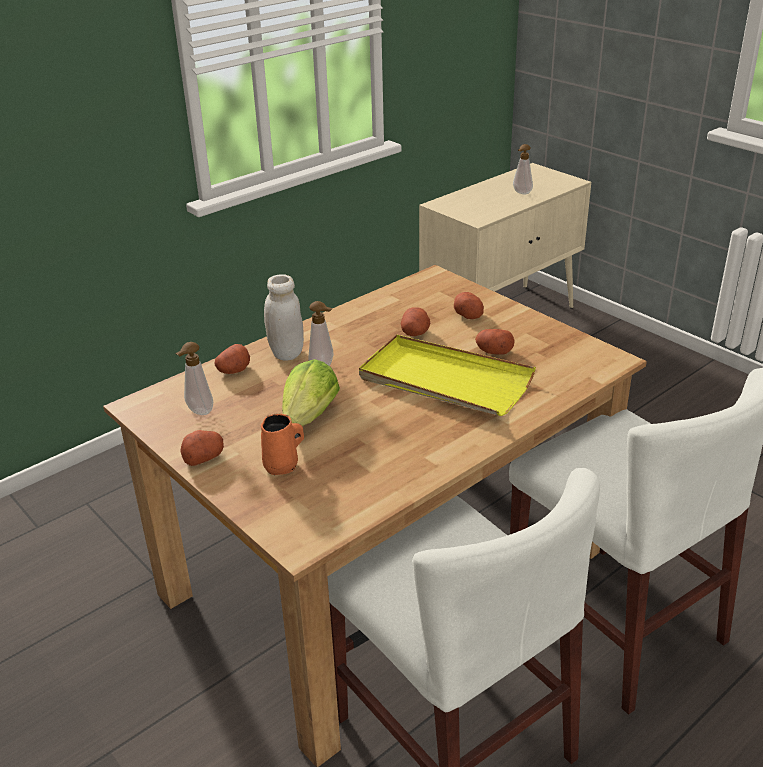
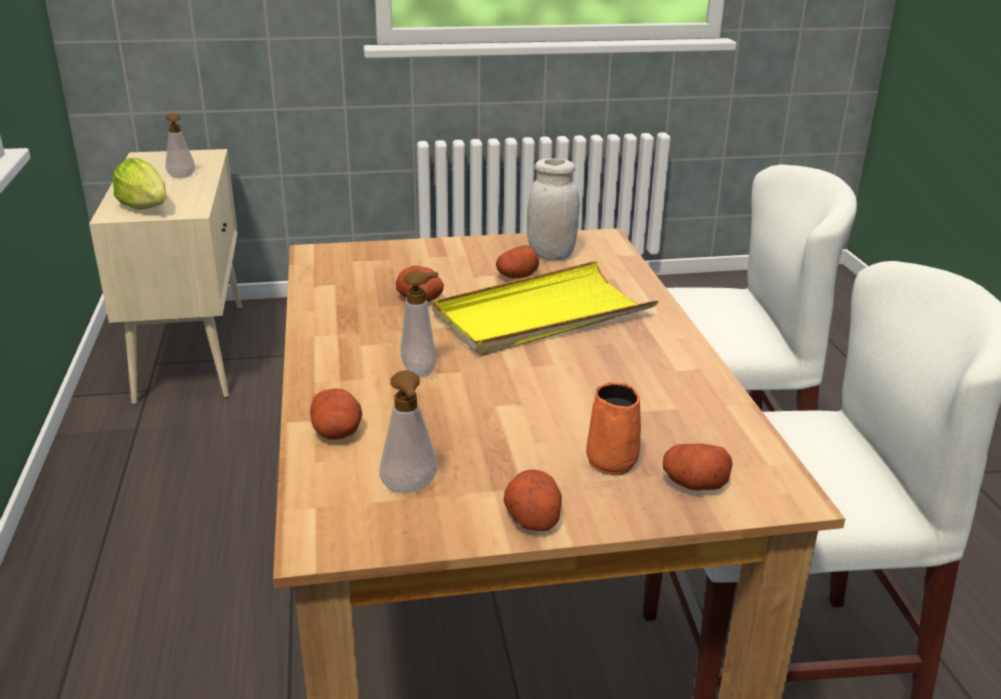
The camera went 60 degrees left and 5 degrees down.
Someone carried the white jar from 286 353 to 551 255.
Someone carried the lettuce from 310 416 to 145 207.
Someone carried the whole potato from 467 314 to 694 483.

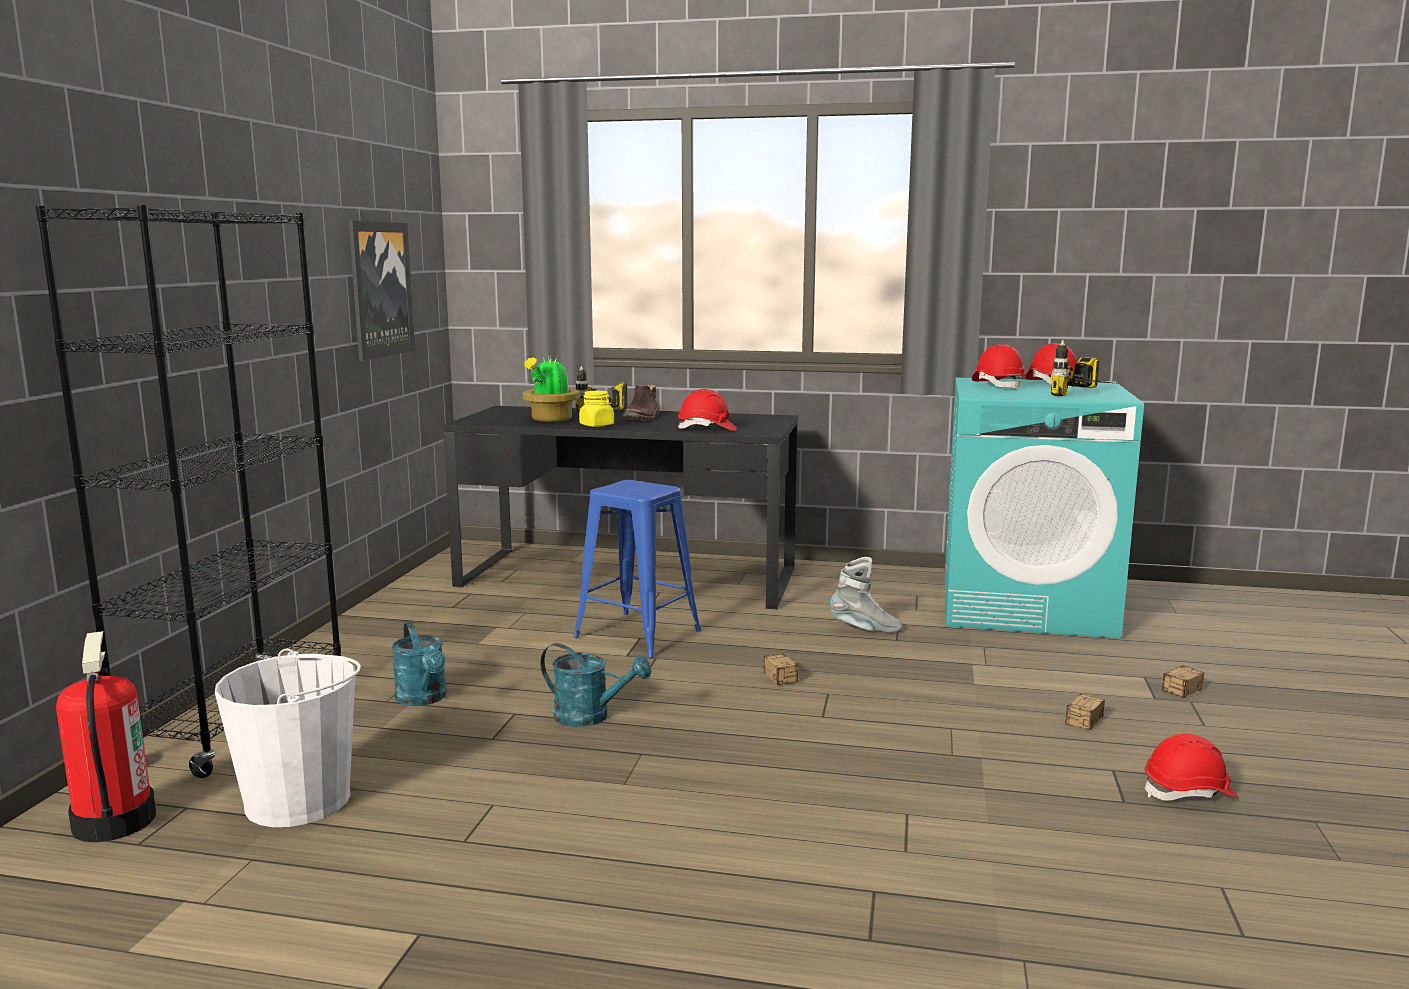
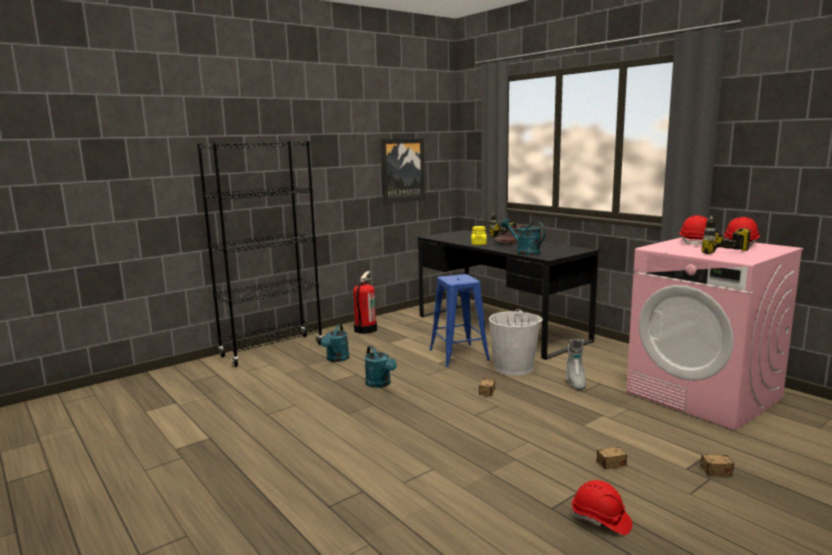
The camera went 40 degrees right and 0 degrees up.
Someone took away the plant in a pot at 550 420.
Someone carried the extinguisher from 113 821 to 365 329.
Someone carried the white water bucket from 299 800 to 514 368.
Someone swapped the reddish hard hat at 707 429 for the turquoise sprinkling can at 524 252.
Someone repainted the turquoise laundry appliance at 1027 607, which became the pink-coloured laundry appliance at 704 395.
Someone rotated the gray high-top boot at 865 629 by 45 degrees clockwise.

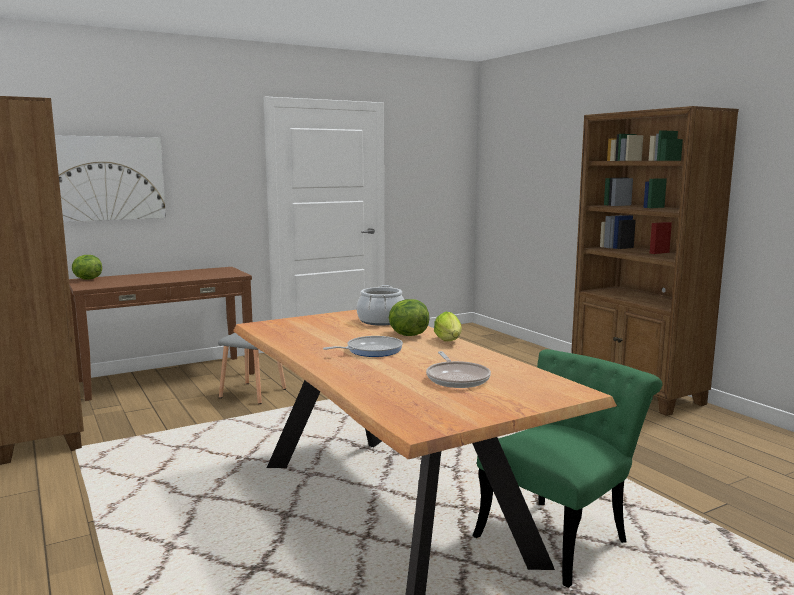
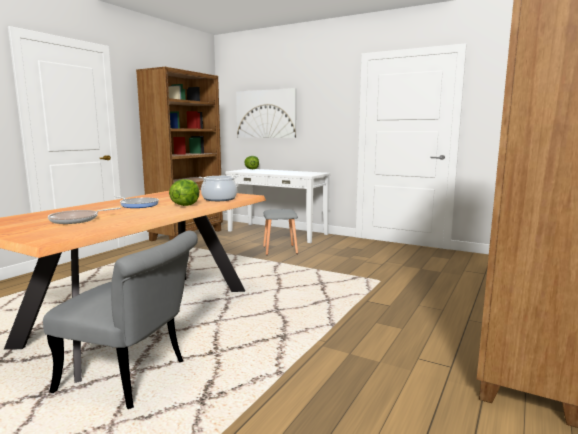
The camera went 60 degrees right and 0 degrees up.
Someone took away the lettuce at 449 342.
Someone repainted the brownish console table at 167 377, which became the white console table at 277 232.
Someone repainted the greenish plain chair at 560 534, which became the gray plain chair at 133 377.

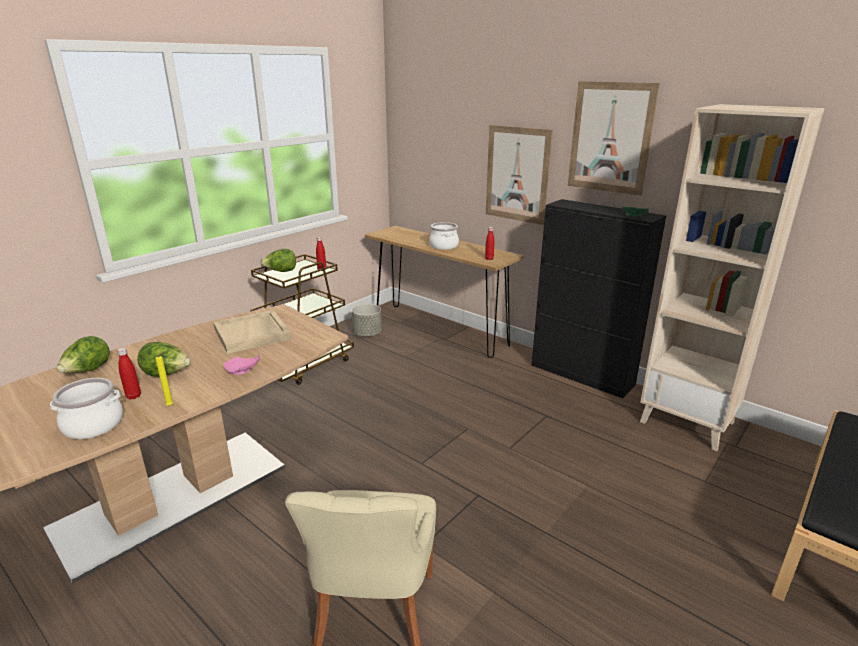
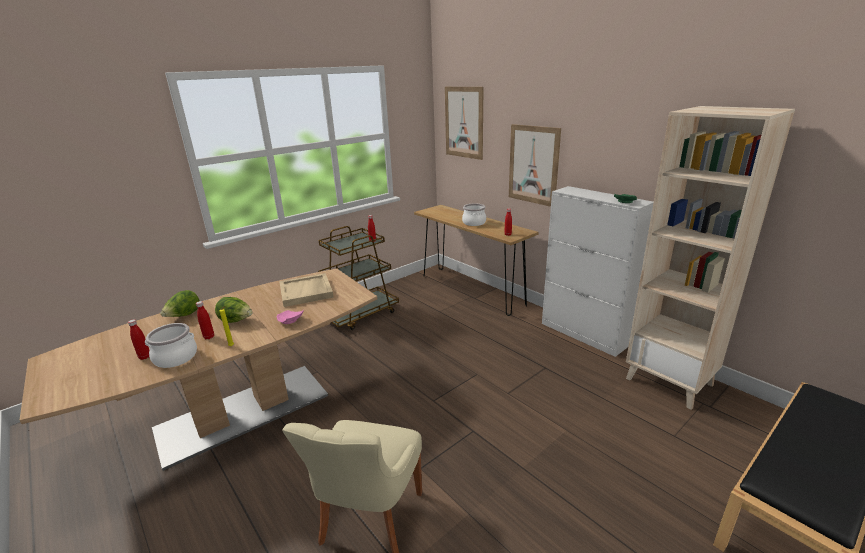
The camera went 10 degrees right and 0 degrees up.
Someone took away the lettuce at 281 272.
Someone took away the gray plant pot at 367 334.
Someone put down the reddish bottle at 145 357.
Someone carried the wall art from 610 138 to 464 122.
Someone repainted the blackish cupboard at 582 375, which became the white cupboard at 583 334.

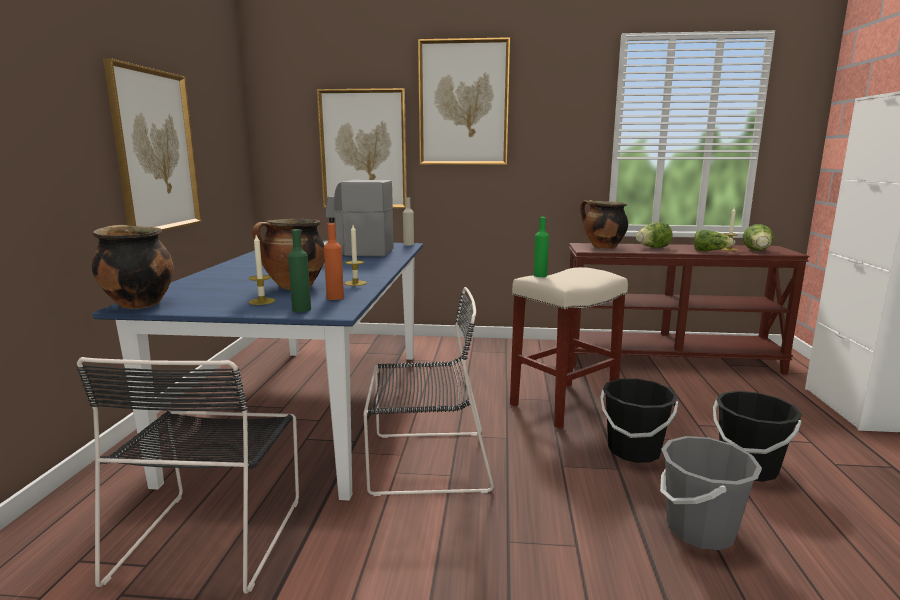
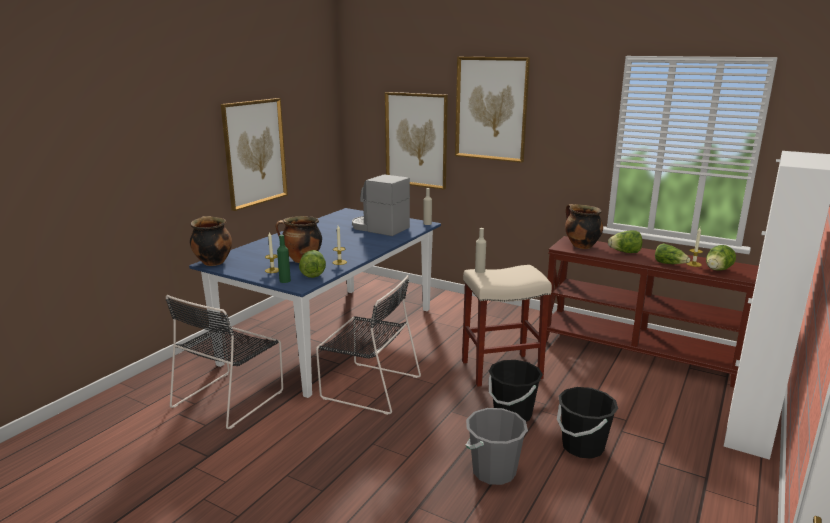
The camera went 25 degrees right and 5 degrees up.
Someone swapped the orange bottle at 335 297 for the lettuce at 313 273.
Someone repainted the greenish bottle at 540 275, which became the beige-coloured bottle at 480 271.

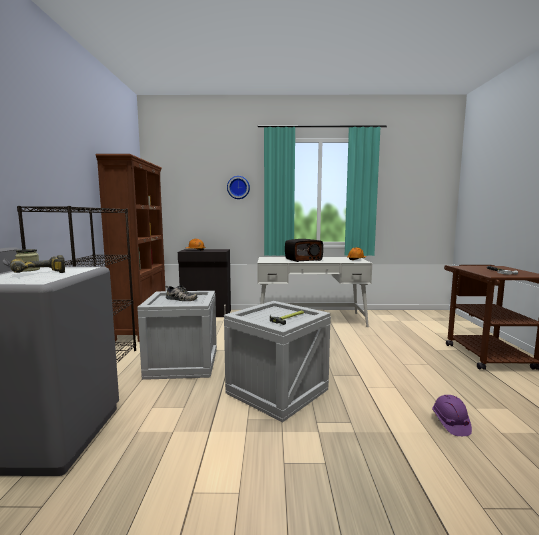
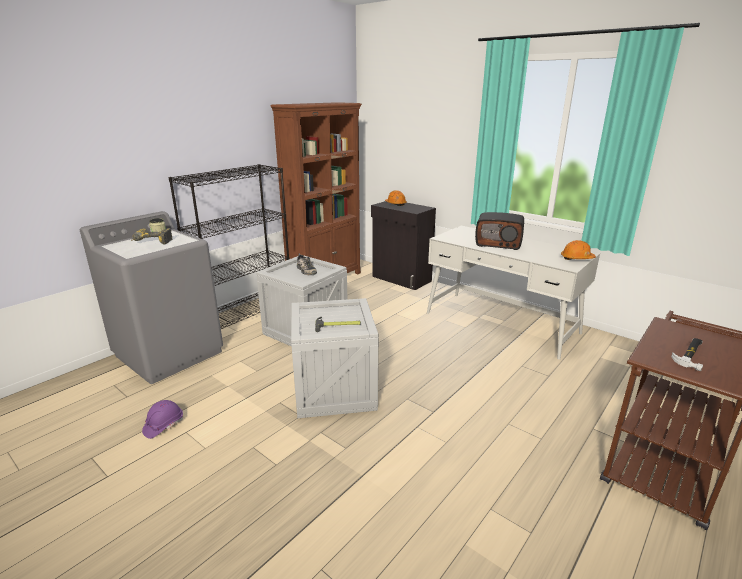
The camera went 40 degrees right and 15 degrees up.
Someone took away the hanging clock at 238 187.
Someone carried the purple hard hat from 450 423 to 163 425.

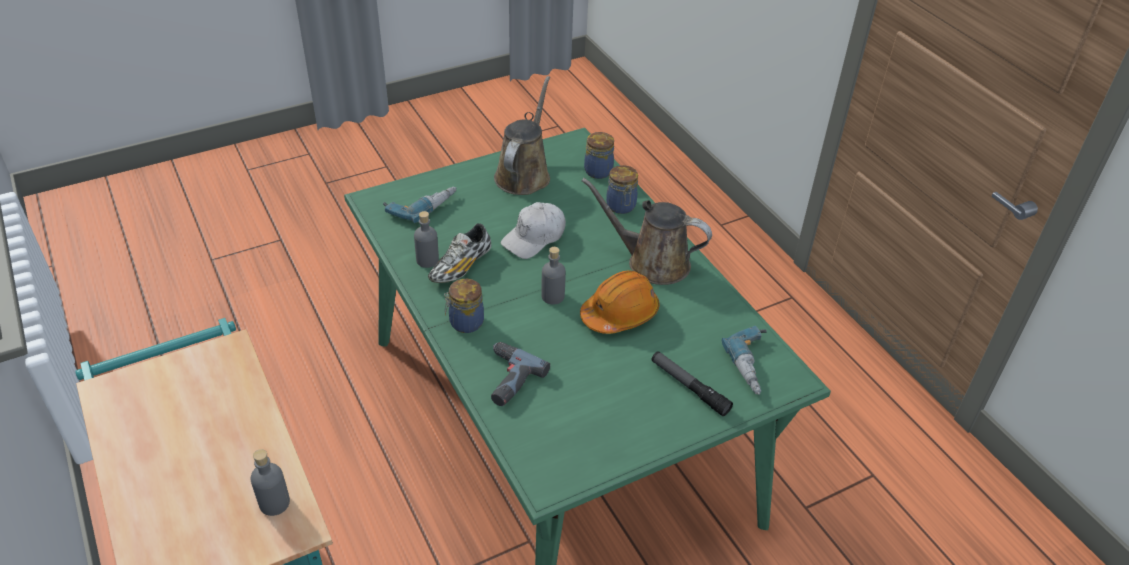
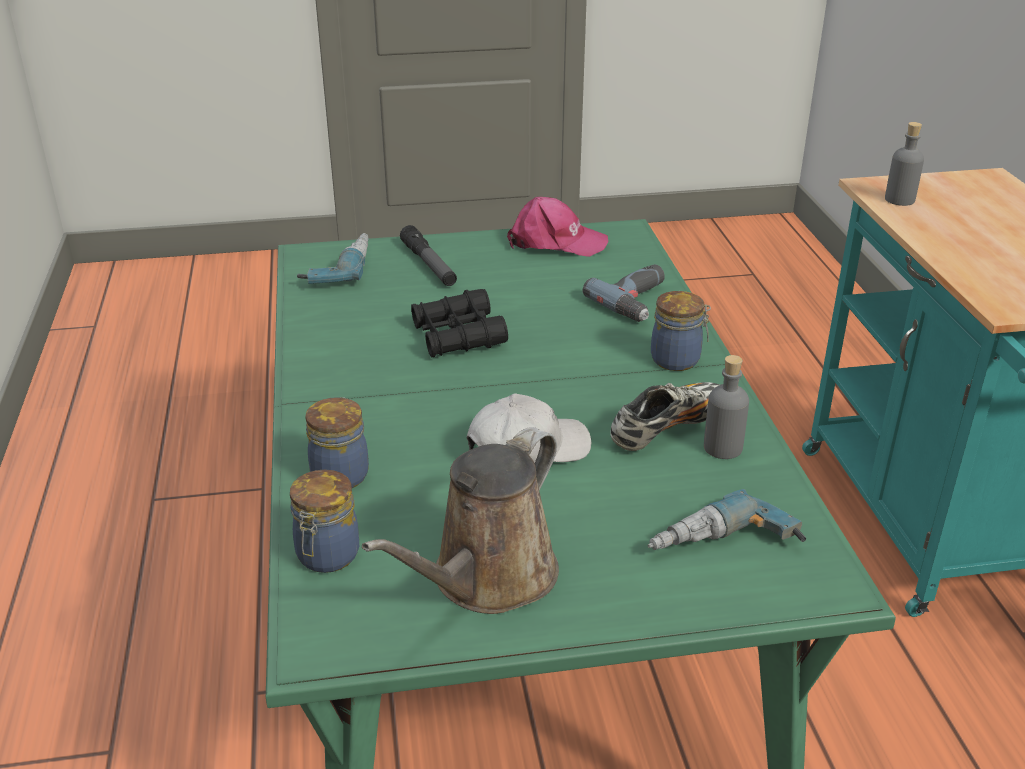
The camera went 160 degrees left and 10 degrees down.
Someone took away the gray bottle at 553 296.
Someone took away the brownish sprinkling can at 652 262.
Someone put down the pink-coloured baseball cap at 555 242.
Someone swapped the orange hard hat at 620 313 for the blackish pair of binoculars at 458 335.

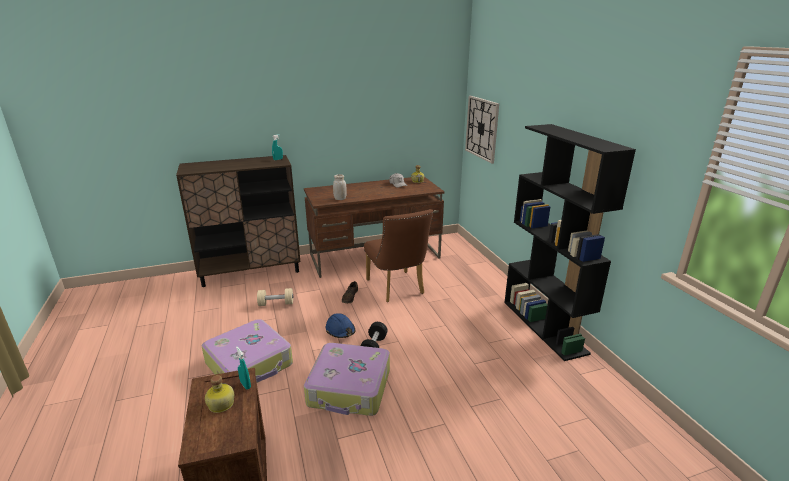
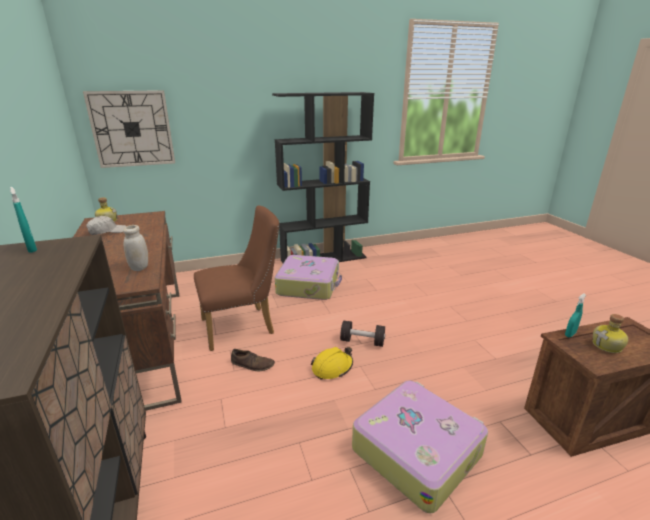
The camera went 90 degrees left and 0 degrees up.
Someone took away the beige-coloured free weight at 276 304.
Someone carried the travel case from 350 388 to 309 285.
Someone repainted the blue hard hat at 340 330, which became the yellow hard hat at 332 368.

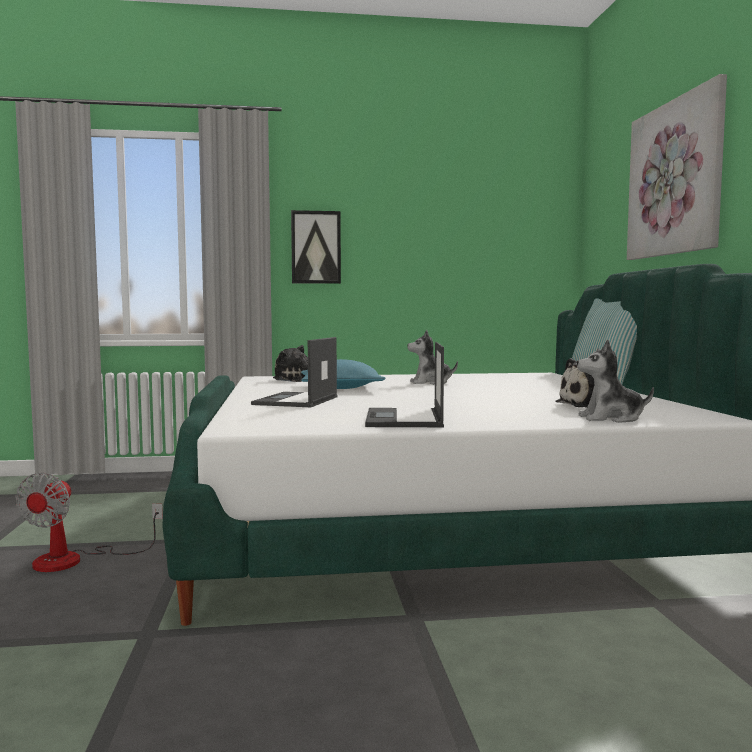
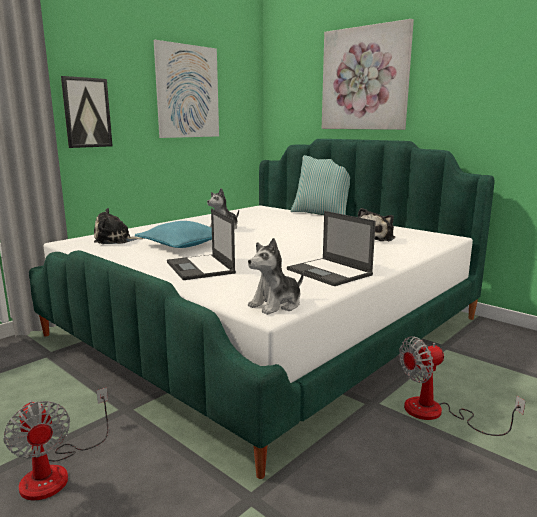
The camera went 40 degrees left and 10 degrees up.
Someone put up the wall art at 188 92.
Someone put down the cooling fan at 437 413.
Someone carried the cuddly toy from 611 418 to 276 305.

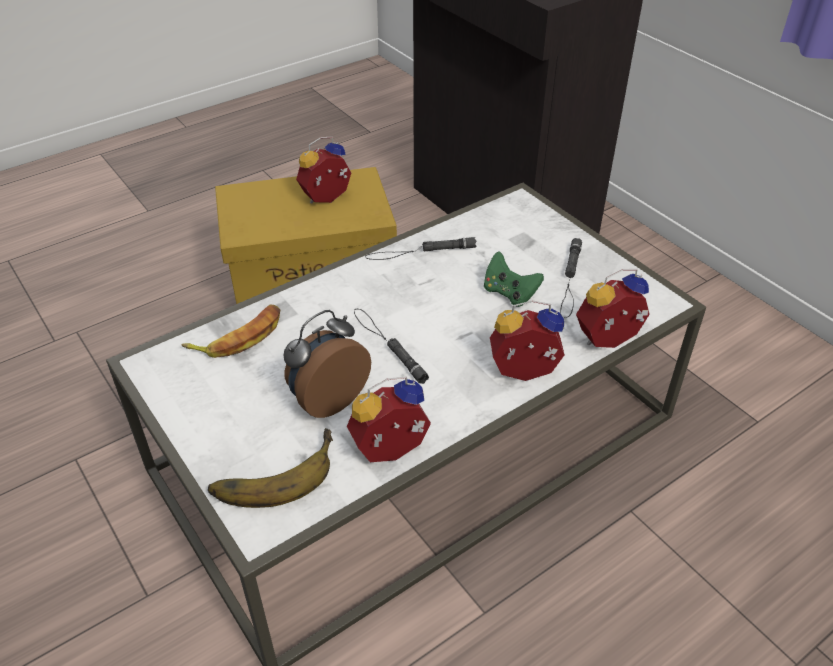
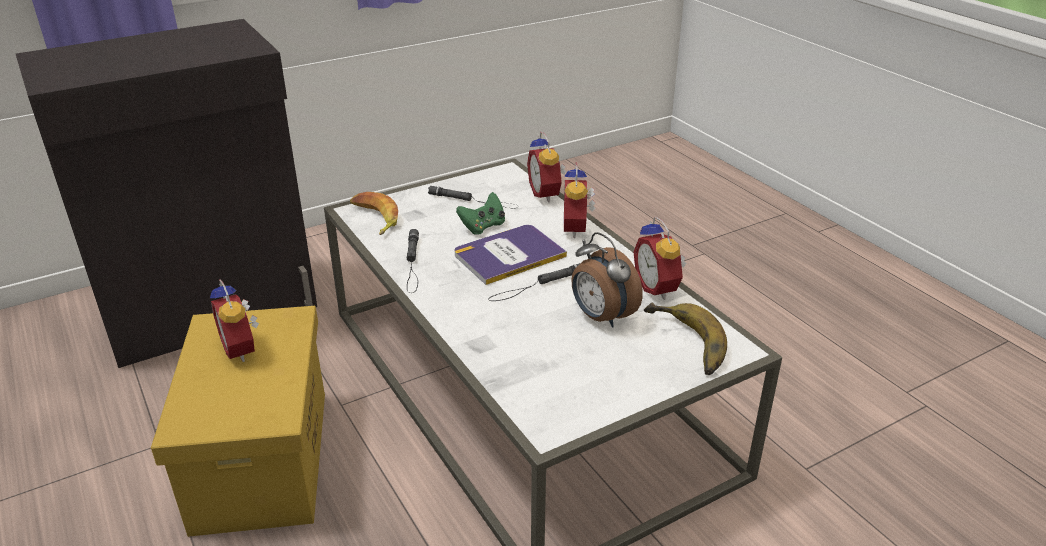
The camera went 85 degrees left and 10 degrees down.
Someone put down the volume at 509 255.
Someone carried the whole banana from 239 337 to 374 218.

